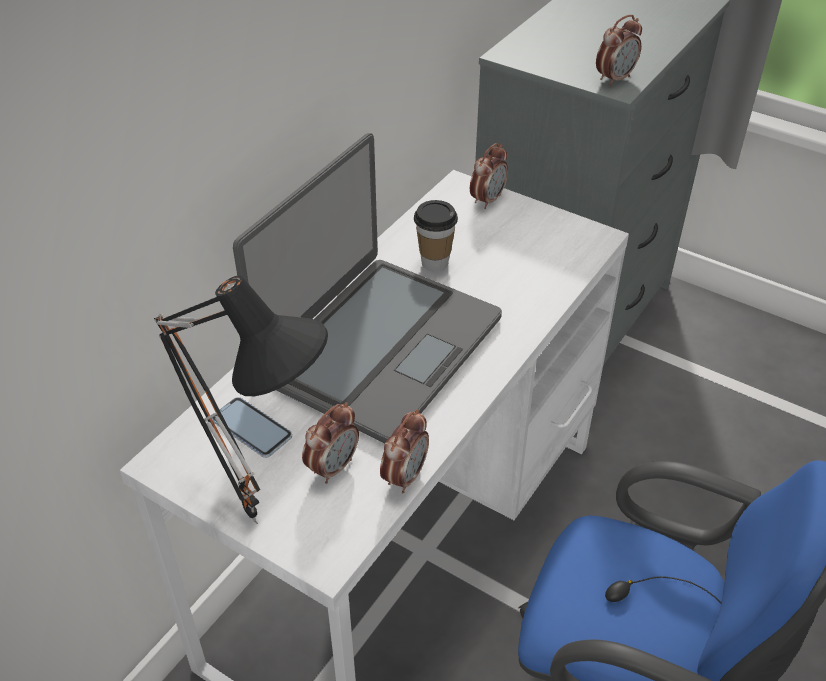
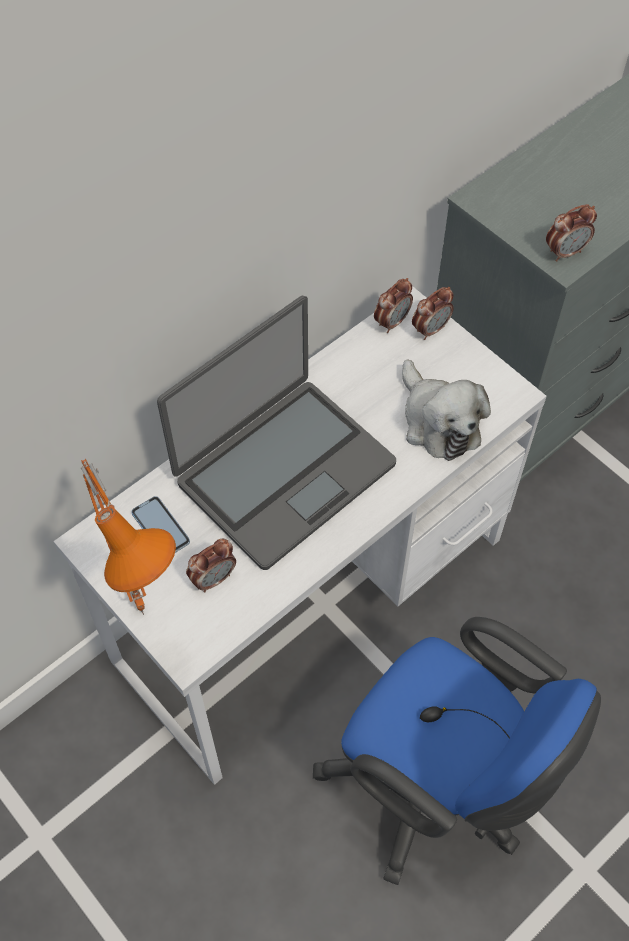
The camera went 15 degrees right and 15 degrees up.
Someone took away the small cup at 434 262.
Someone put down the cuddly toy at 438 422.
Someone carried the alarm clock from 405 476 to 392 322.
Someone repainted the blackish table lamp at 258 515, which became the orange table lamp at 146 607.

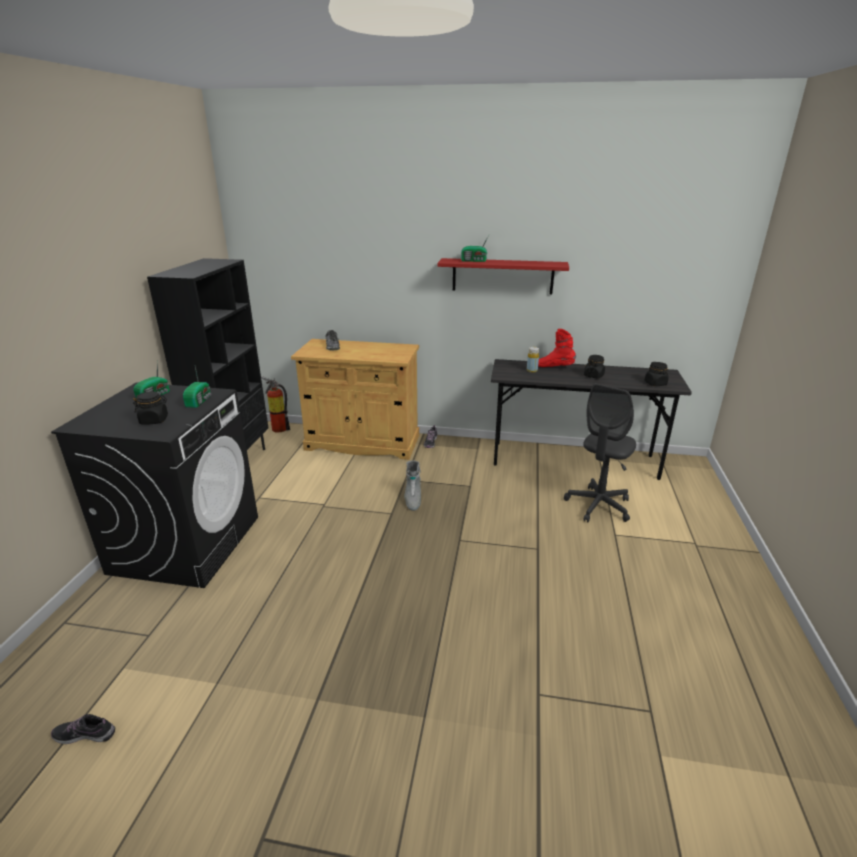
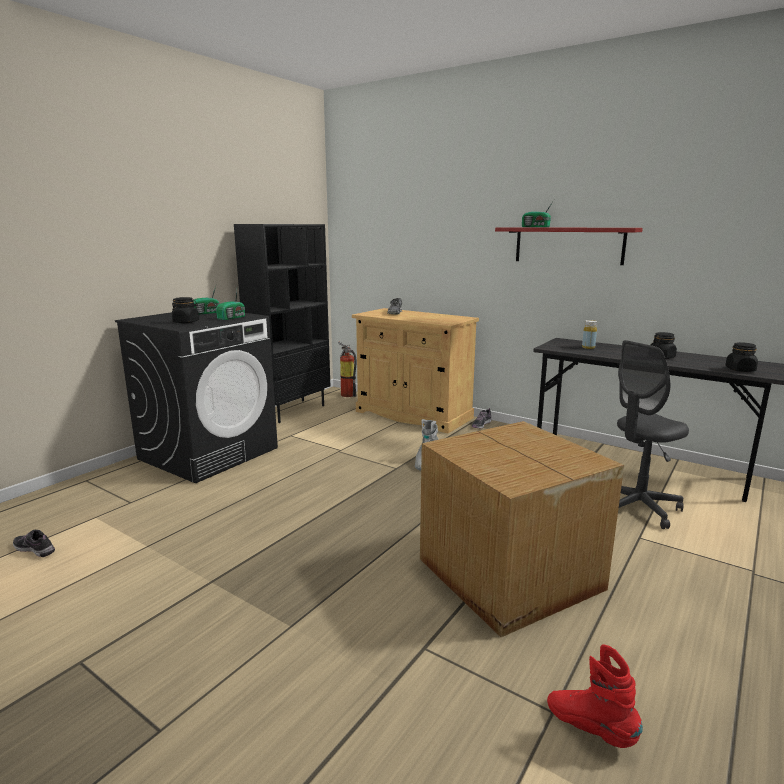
The camera went 25 degrees right and 10 degrees down.
Someone put down the cardboard box at 509 575.
Someone carried the reddish high-top boot from 554 367 to 590 728.

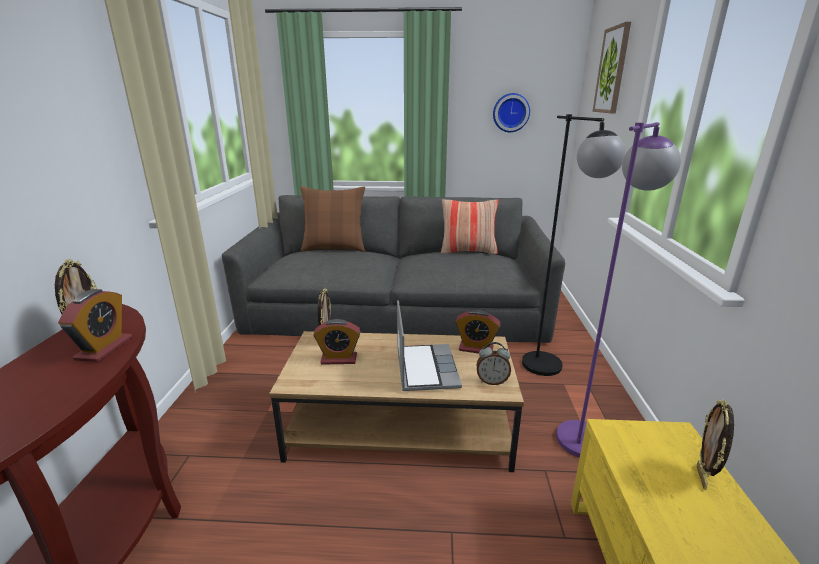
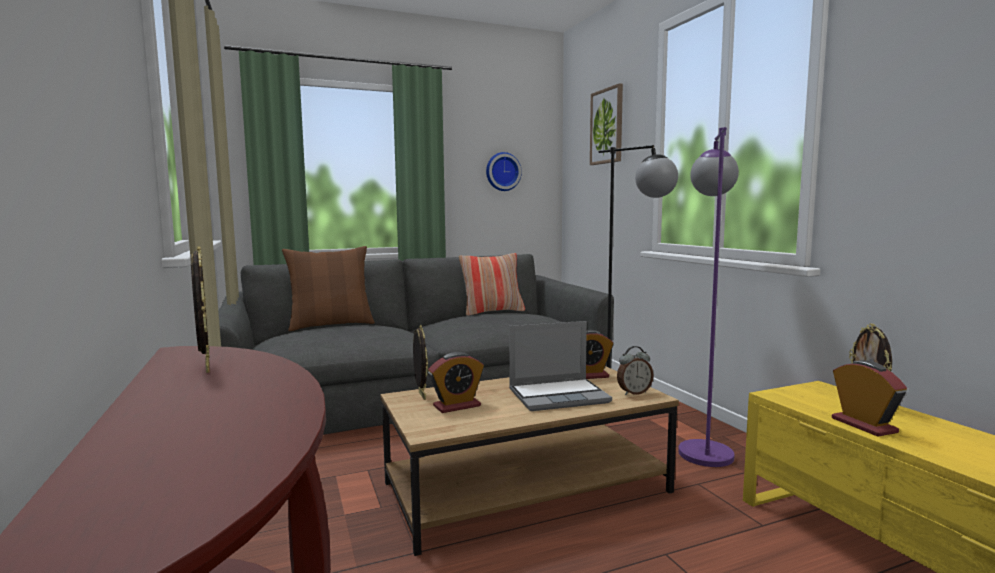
The camera went 25 degrees left and 15 degrees down.
Someone carried the alarm clock from 104 348 to 863 425.
Someone rotated the notebook computer at 425 368 by 105 degrees clockwise.

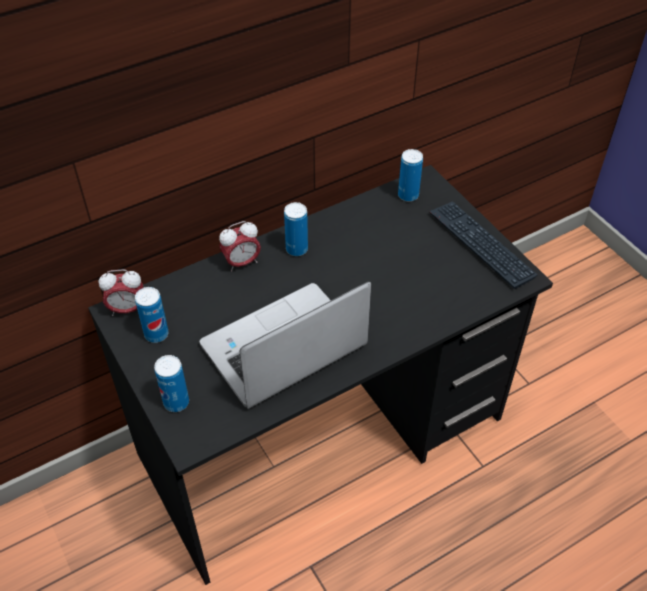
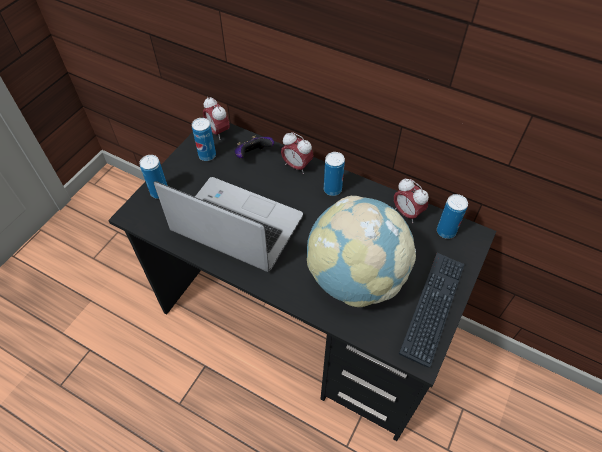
The camera went 60 degrees right and 5 degrees up.
Someone put down the joypad at 253 155.
Someone put down the world globe at 355 277.
Someone put down the alarm clock at 407 213.

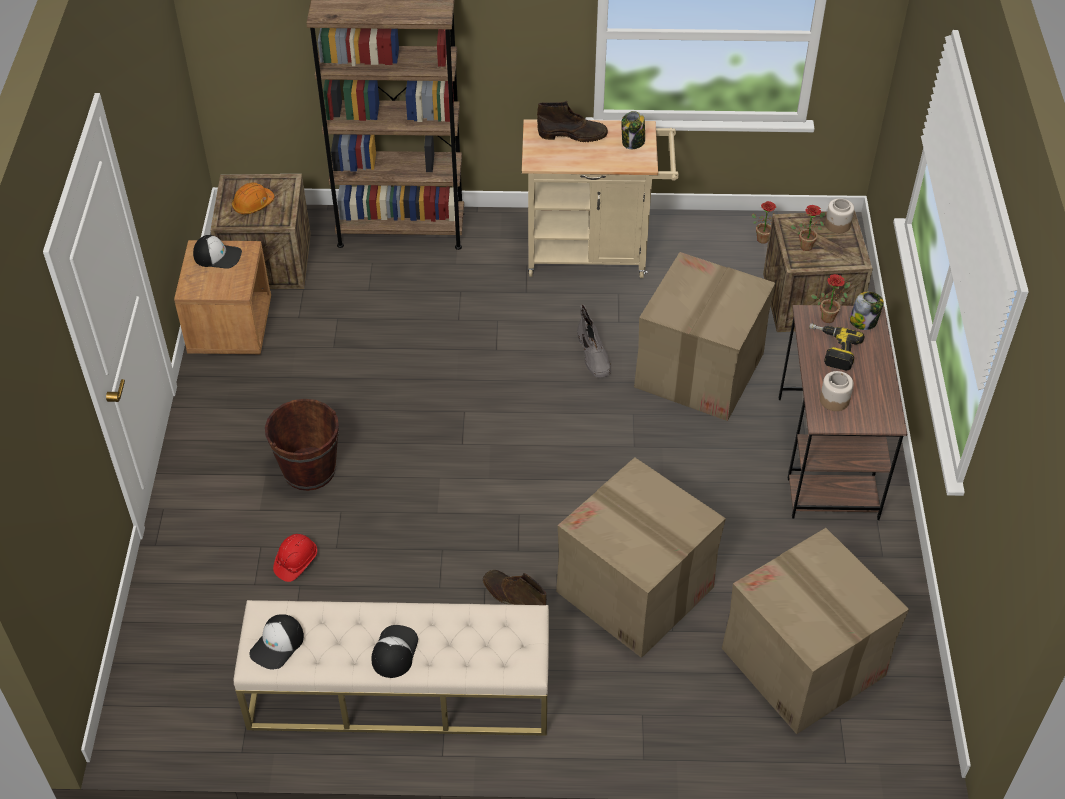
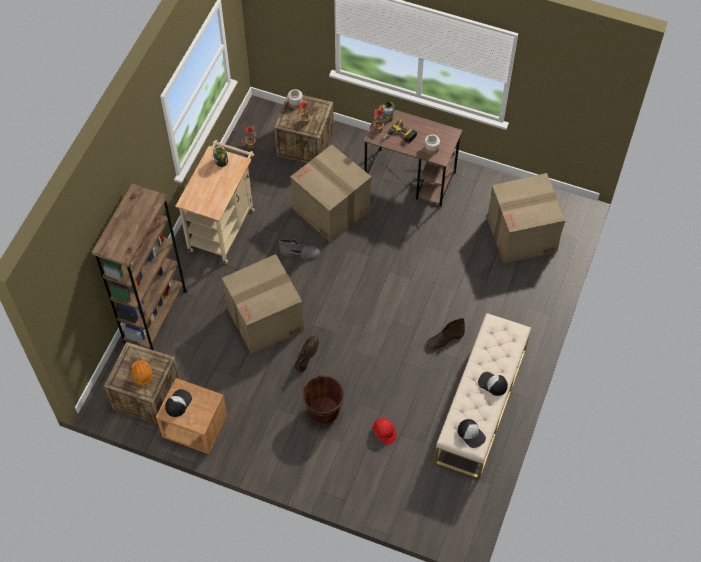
The camera went 70 degrees left and 10 degrees up.
Someone carried the brownish high-top boot from 573 135 to 307 355.
Someone carried the cardboard box from 636 590 to 265 319.

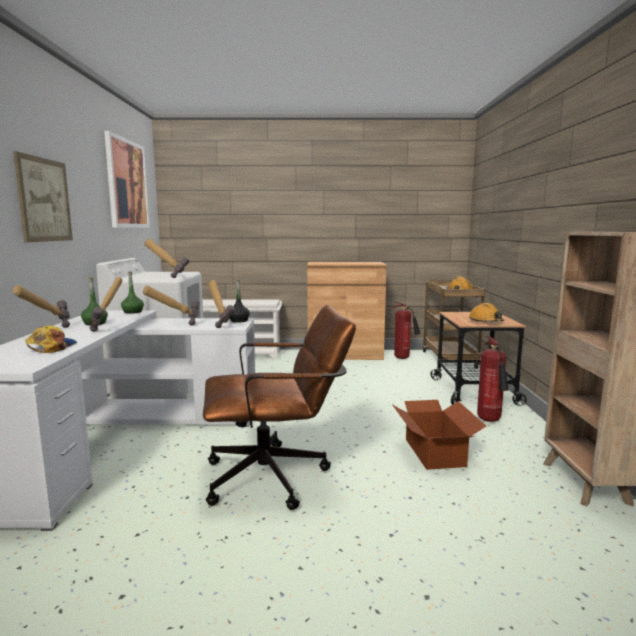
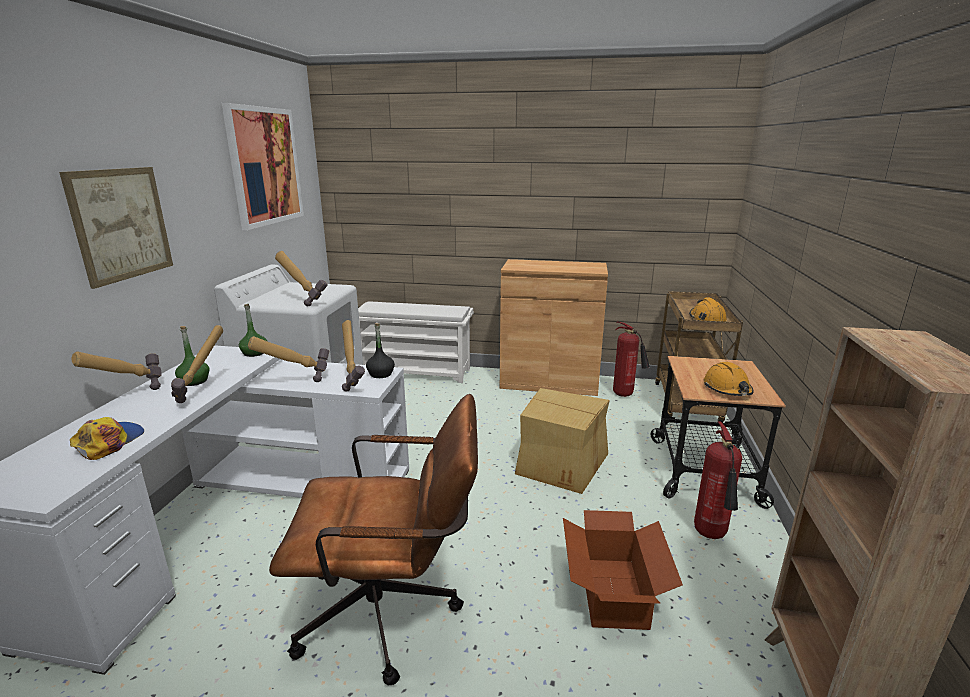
The camera went 10 degrees right and 10 degrees up.
Someone put down the cardboard box at 561 463.

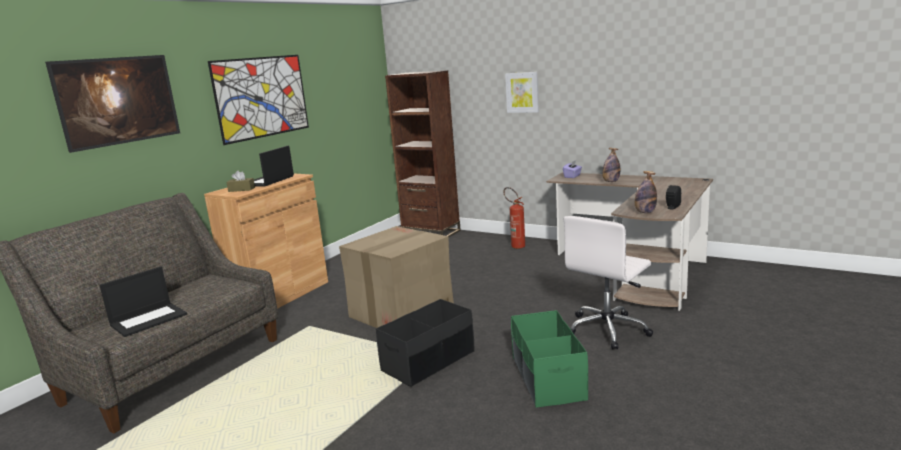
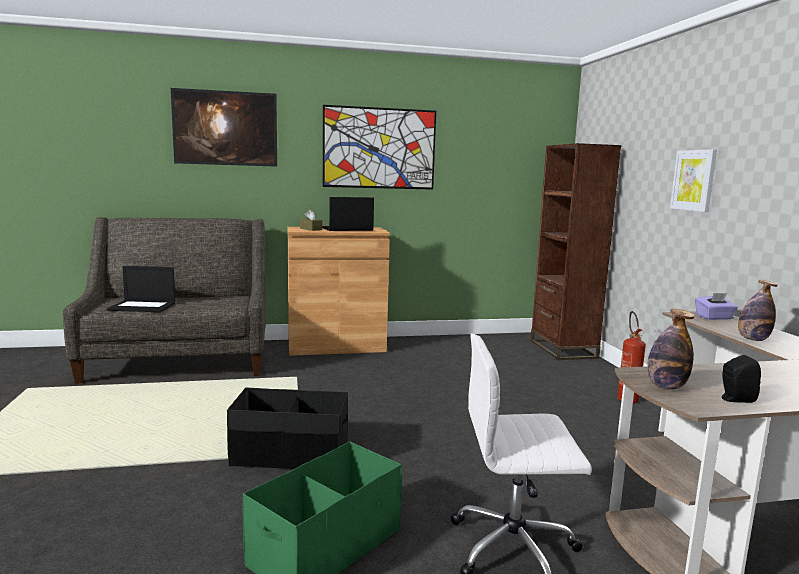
The camera went 45 degrees right and 5 degrees down.
Someone took away the cardboard box at 400 312.

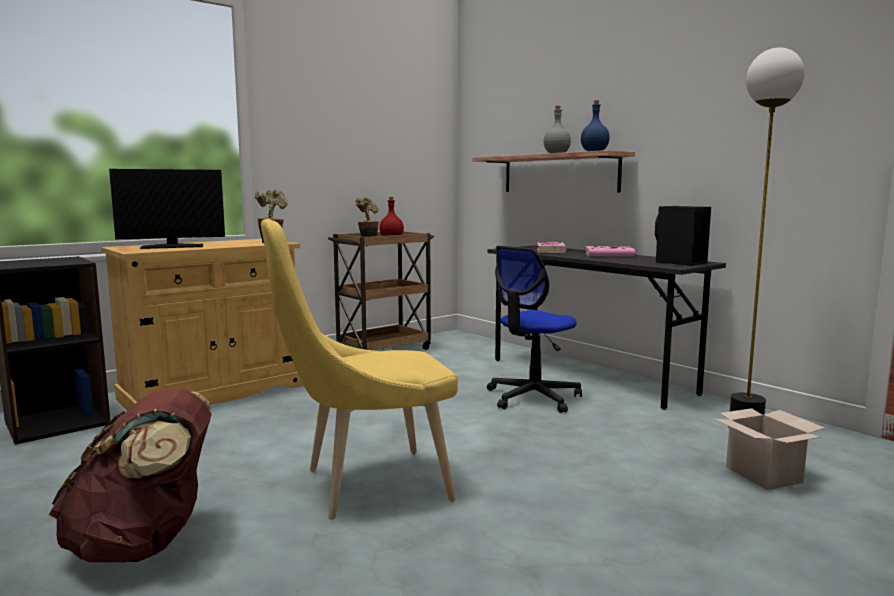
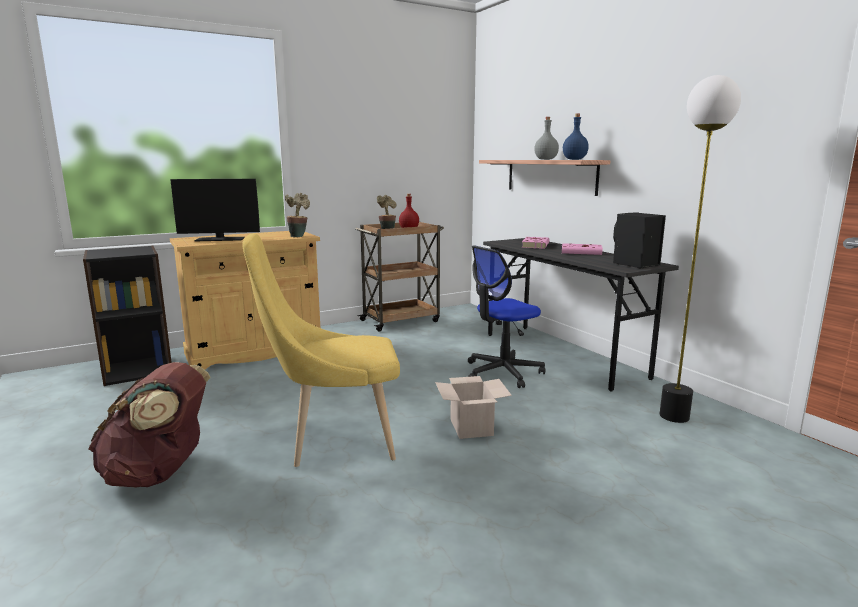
The camera went 10 degrees right and 5 degrees up.
Someone carried the cardboard box from 765 475 to 472 428.

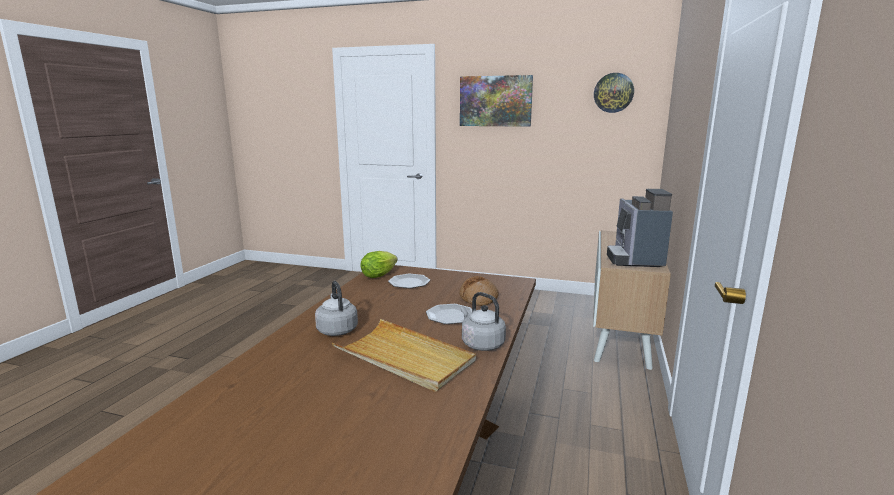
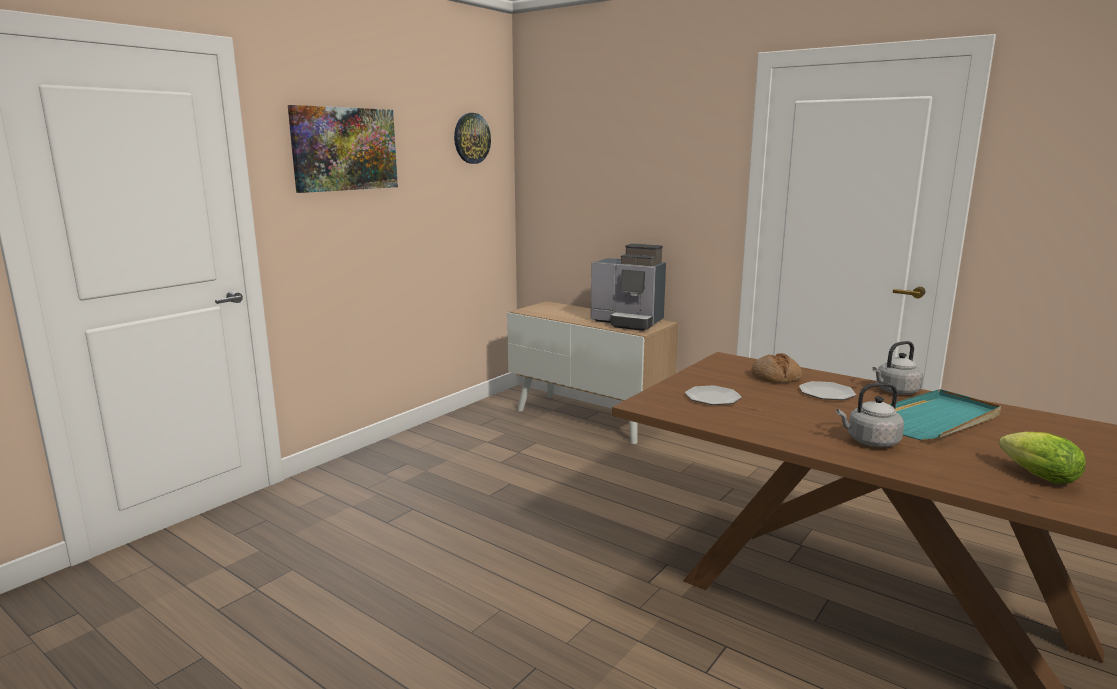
The camera went 70 degrees left and 0 degrees up.
Someone carried the lettuce from 380 275 to 1034 475.
Someone repainted the beige-coloured tray at 404 358, which became the turquoise tray at 936 420.

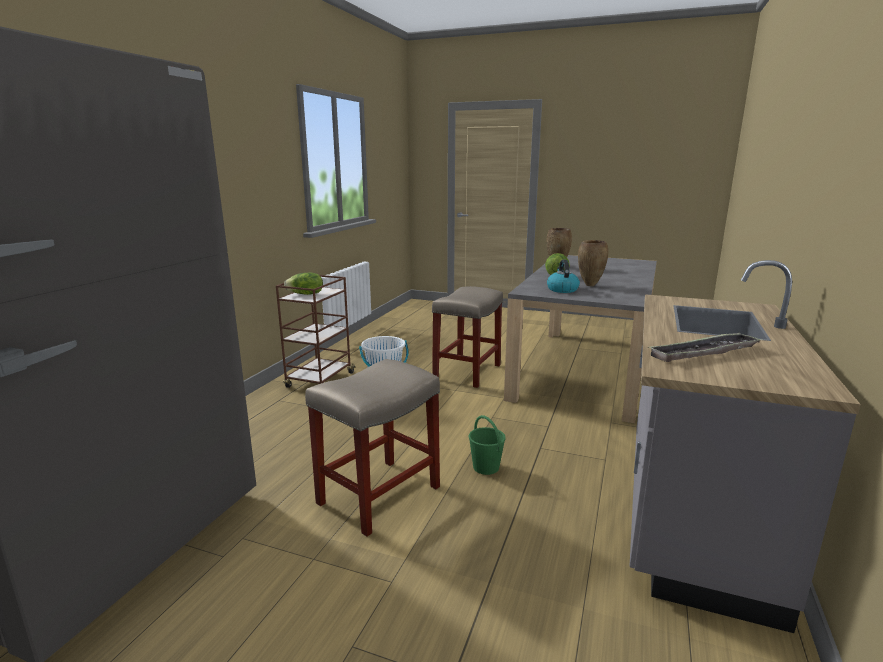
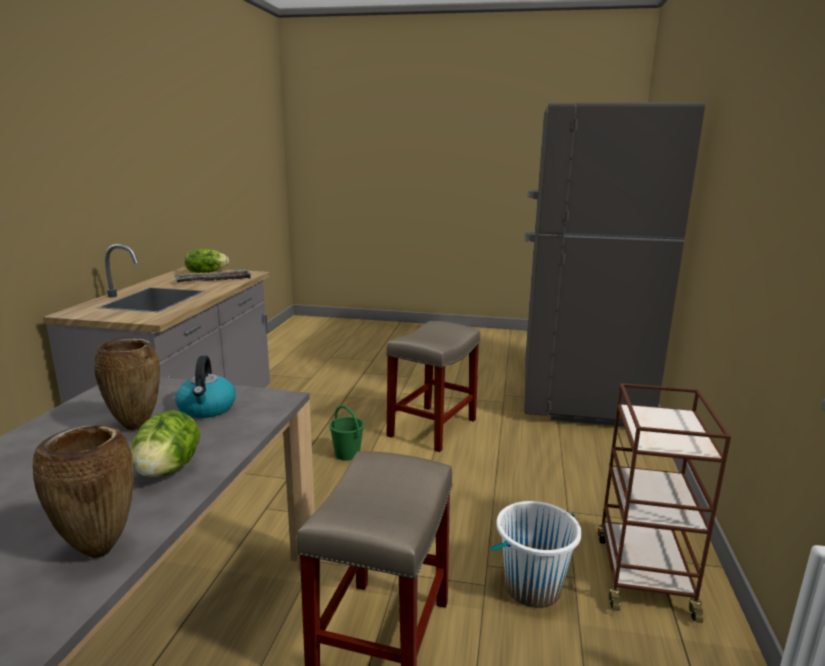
The camera went 170 degrees right and 0 degrees up.
Someone carried the lettuce from 306 294 to 206 272.

